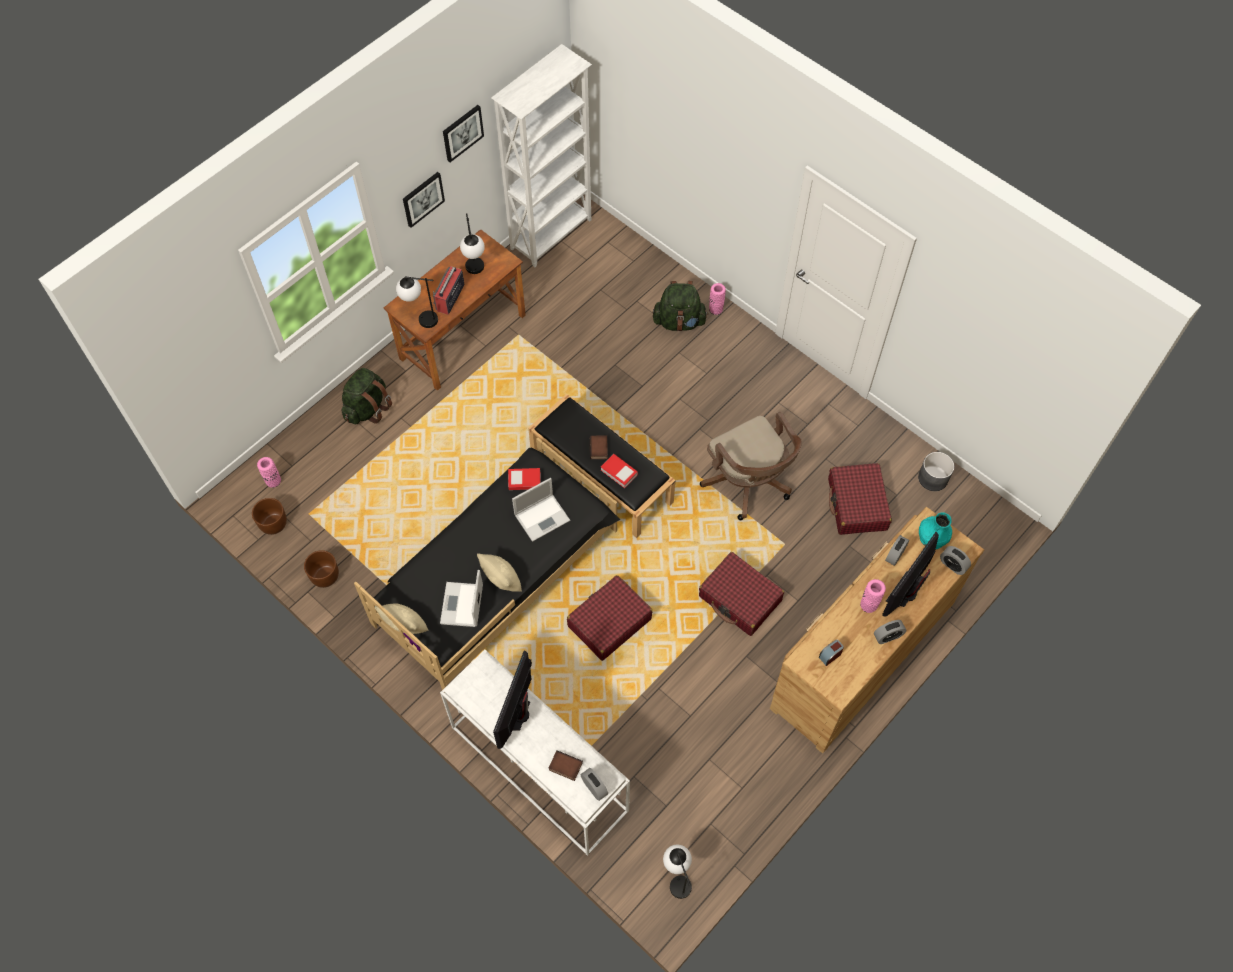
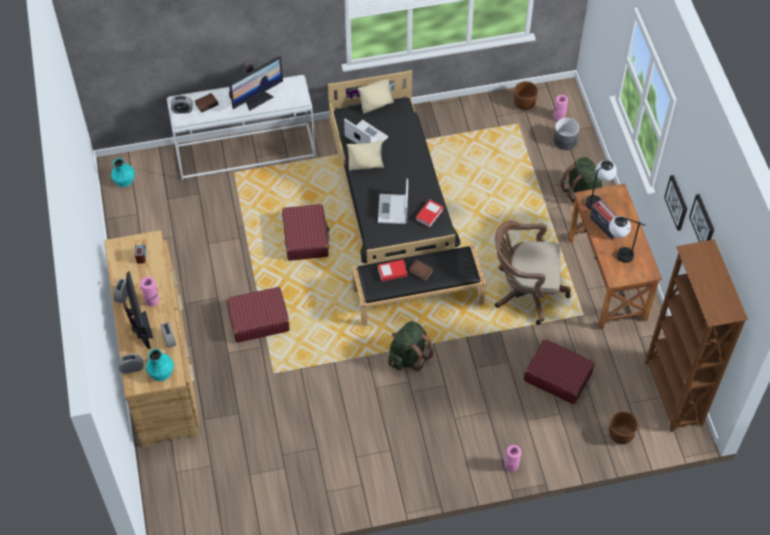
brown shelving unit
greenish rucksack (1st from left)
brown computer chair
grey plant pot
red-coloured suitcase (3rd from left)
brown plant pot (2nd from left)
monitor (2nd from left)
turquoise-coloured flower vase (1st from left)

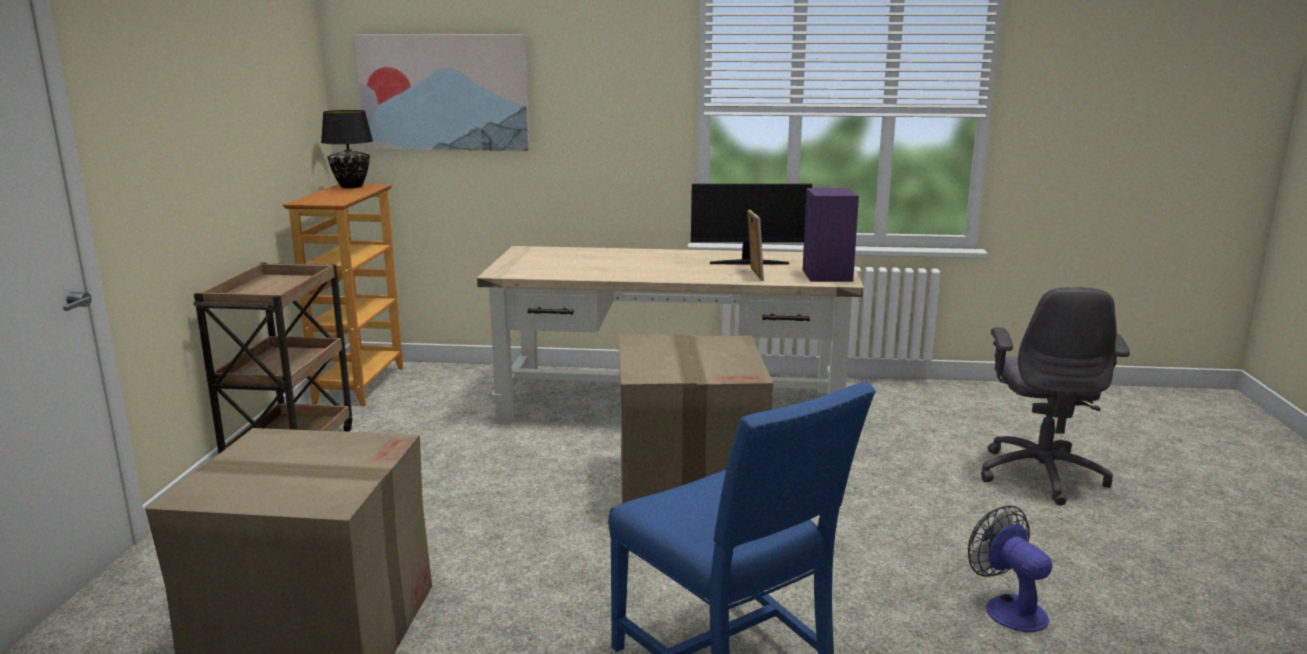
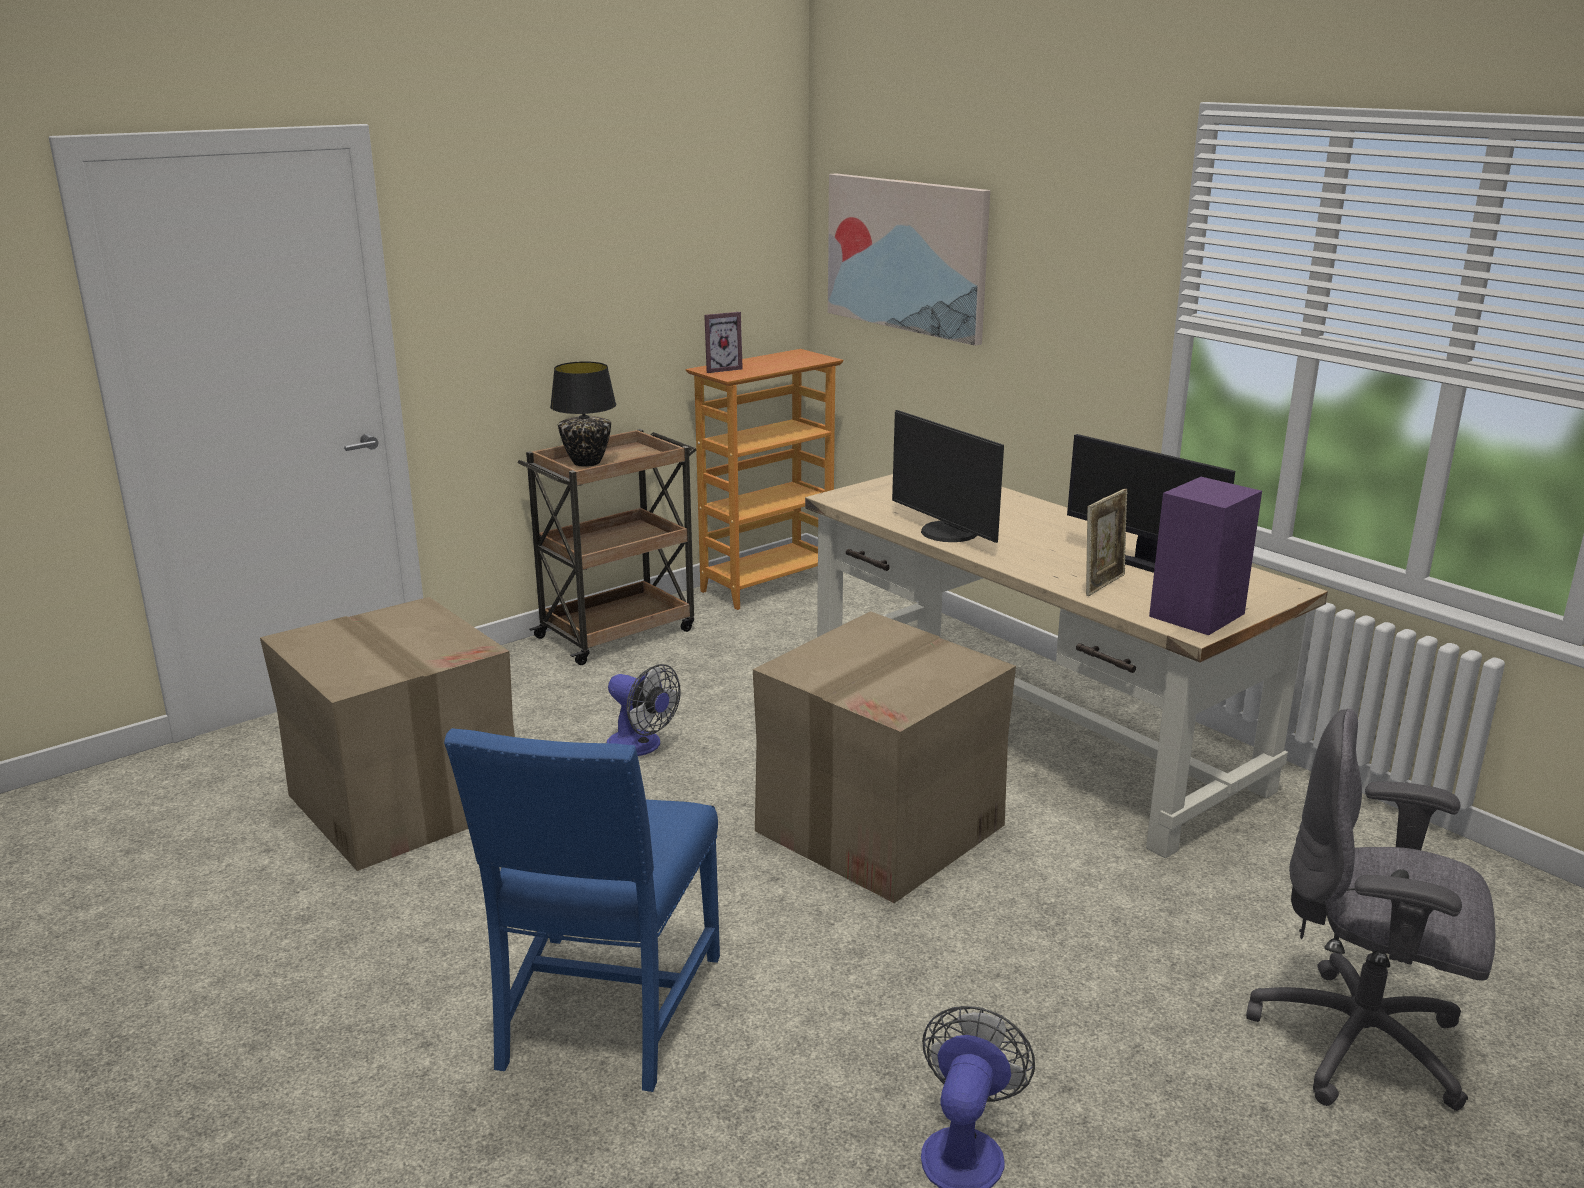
blackish lamp for a table
grey computer chair
standing frame (1st from left)
monitor (1st from left)
electric fan (1st from left)

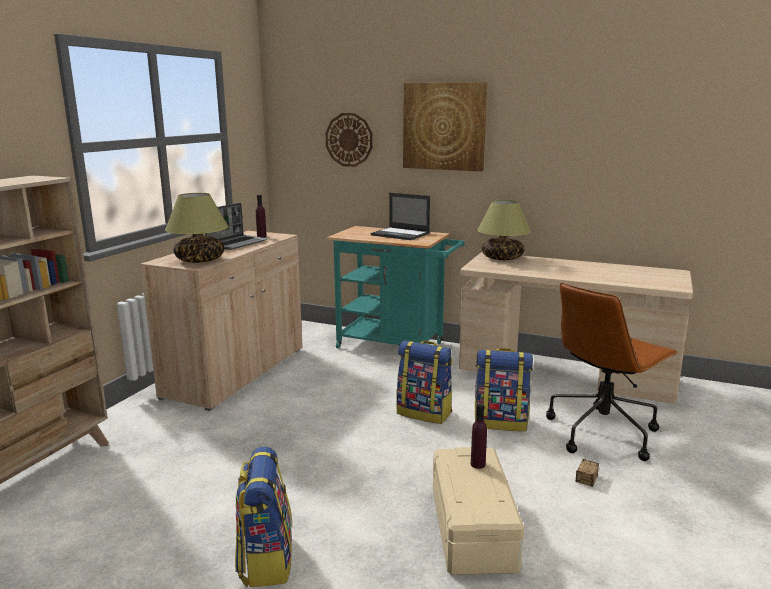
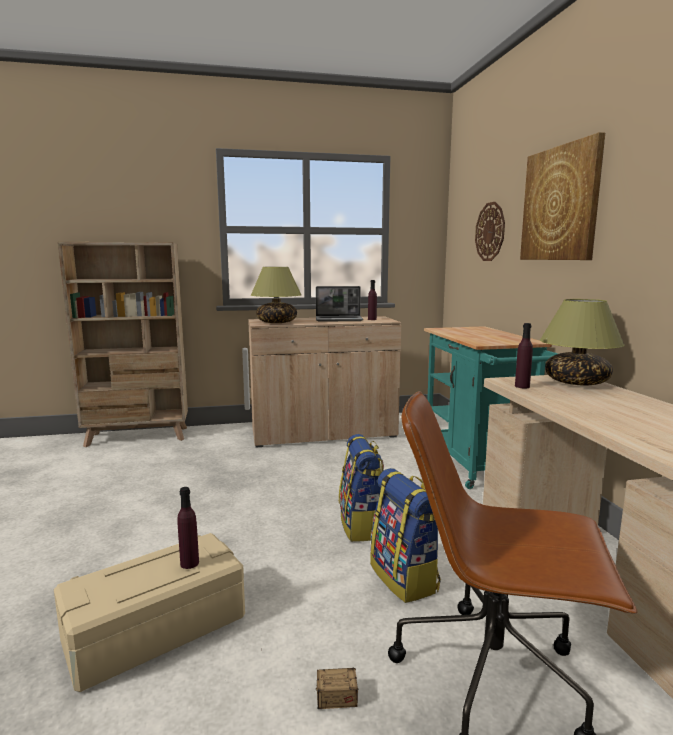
laptop (2nd from left in the first image)
rucksack (1st from left in the first image)
purple-coloured drink bottle (3rd from left)

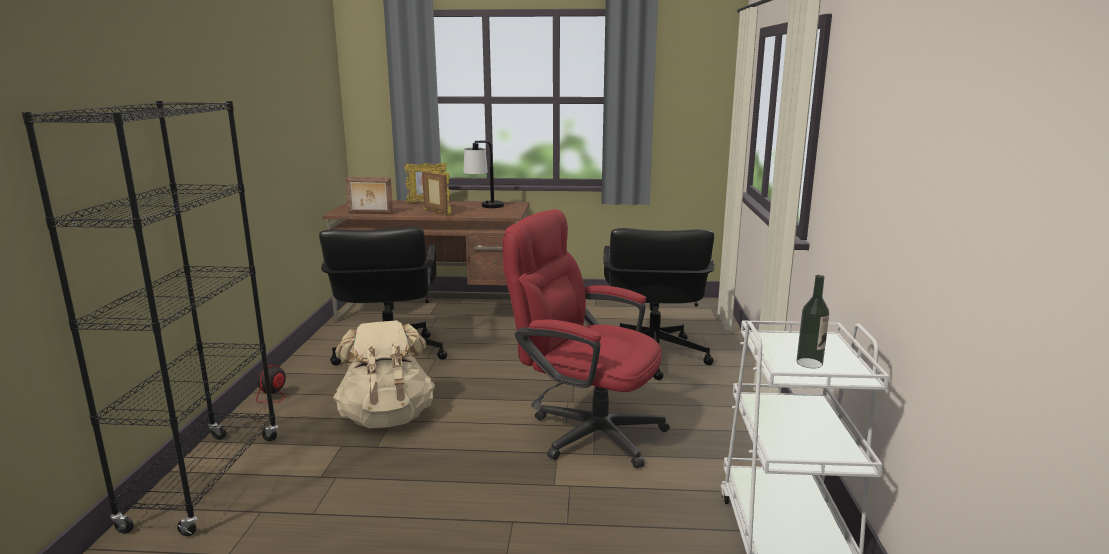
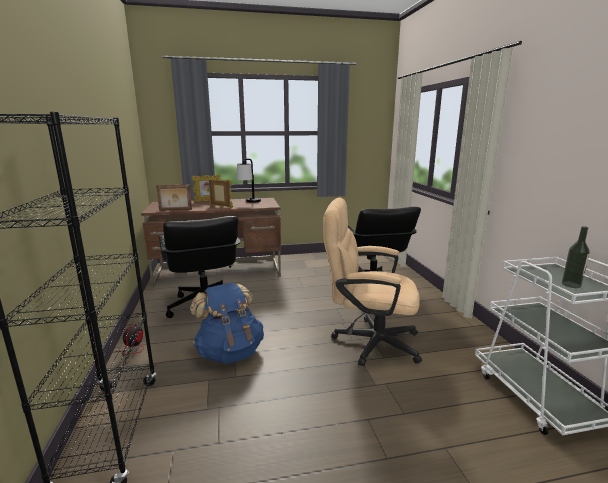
beige computer chair
bluish rucksack

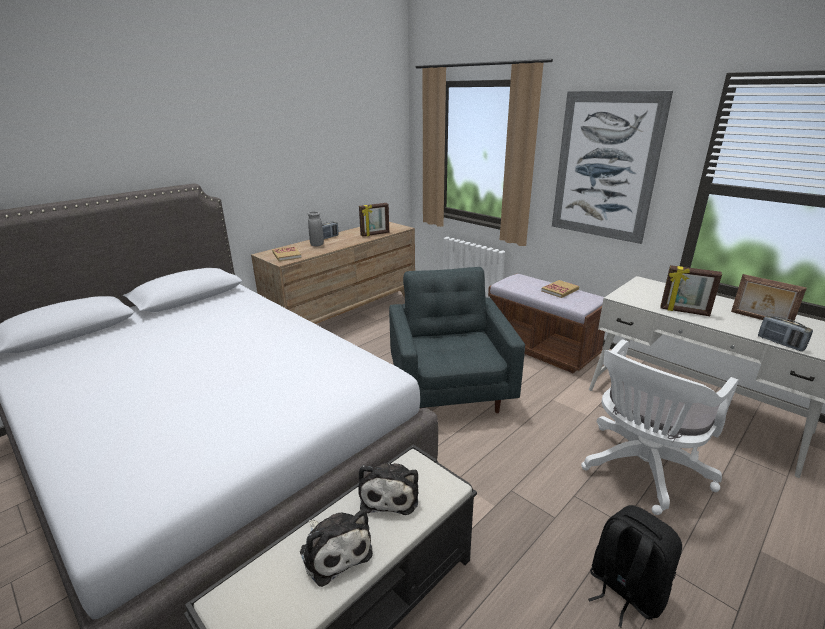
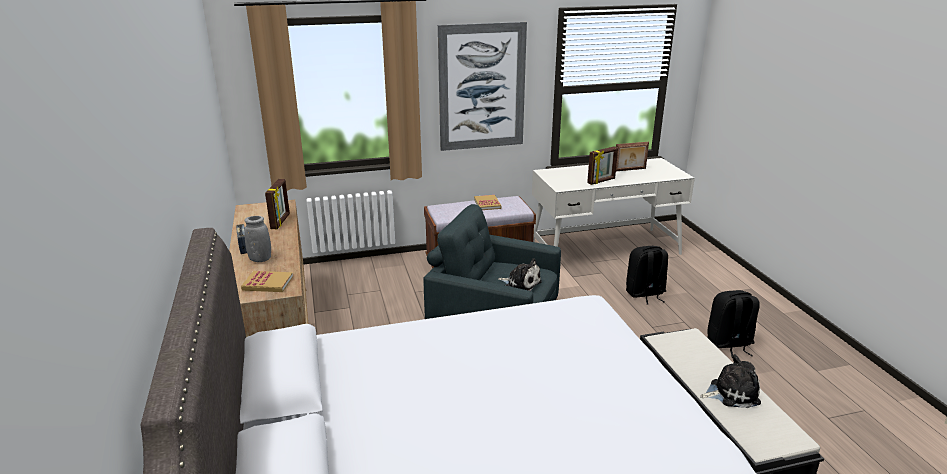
radio set (2nd from left in the first image)
blackish rucksack (1st from left)
cuddly toy (1st from left)

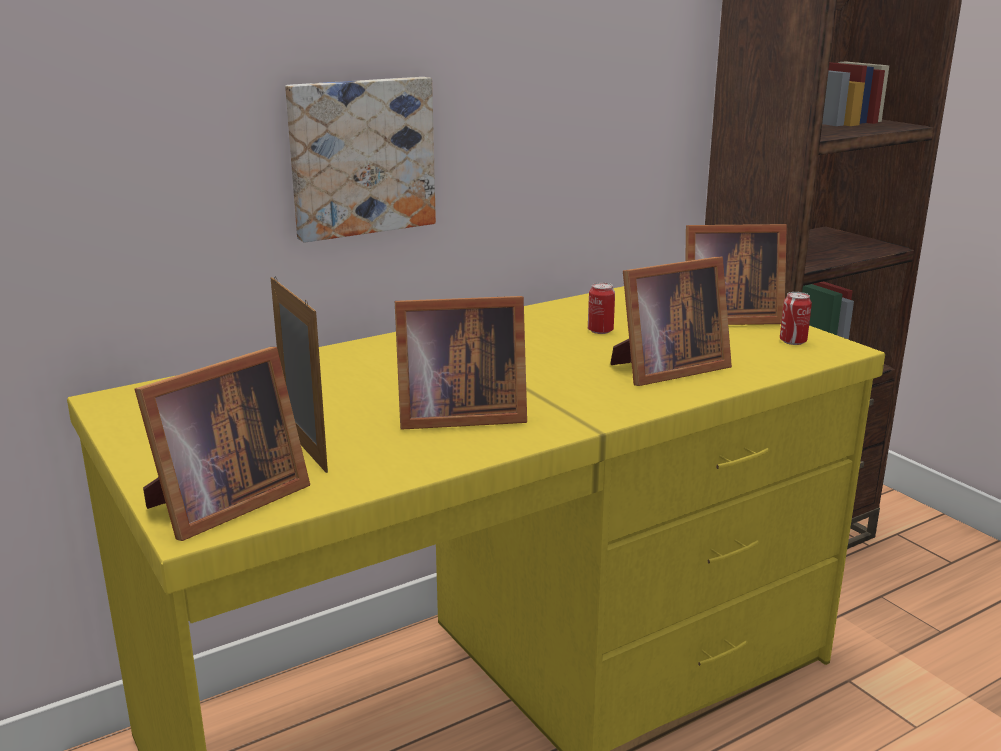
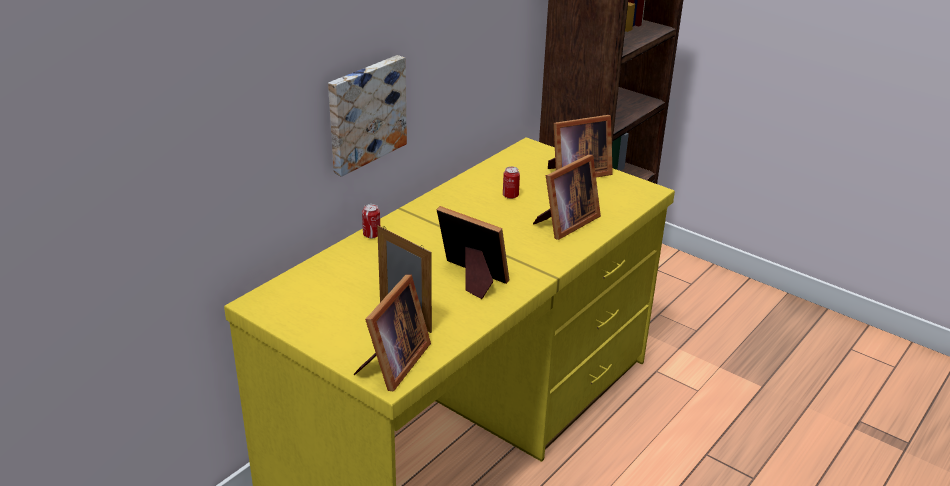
metal can (1st from left)
standing frame (3rd from left)

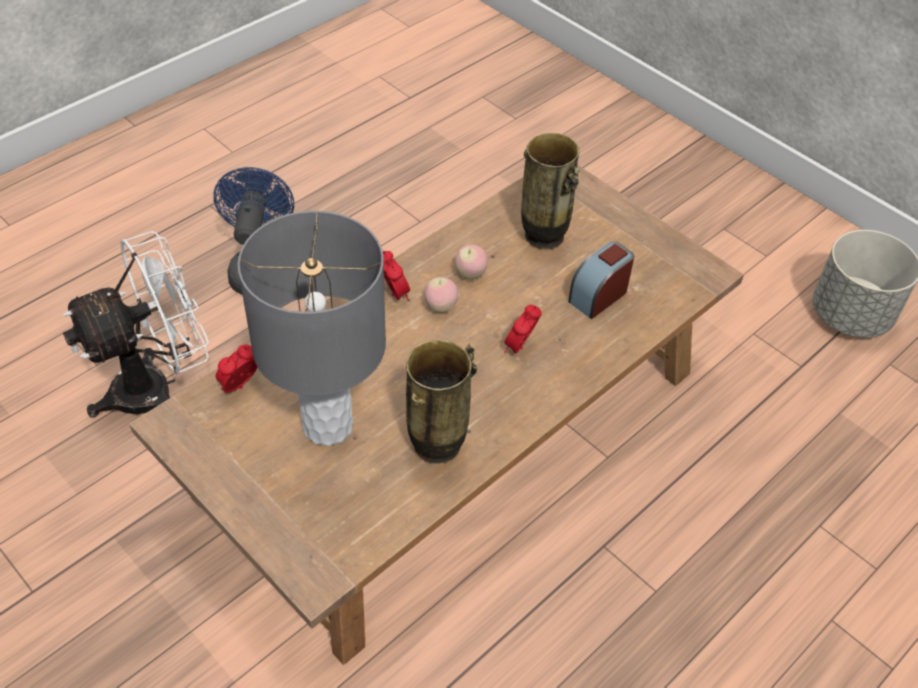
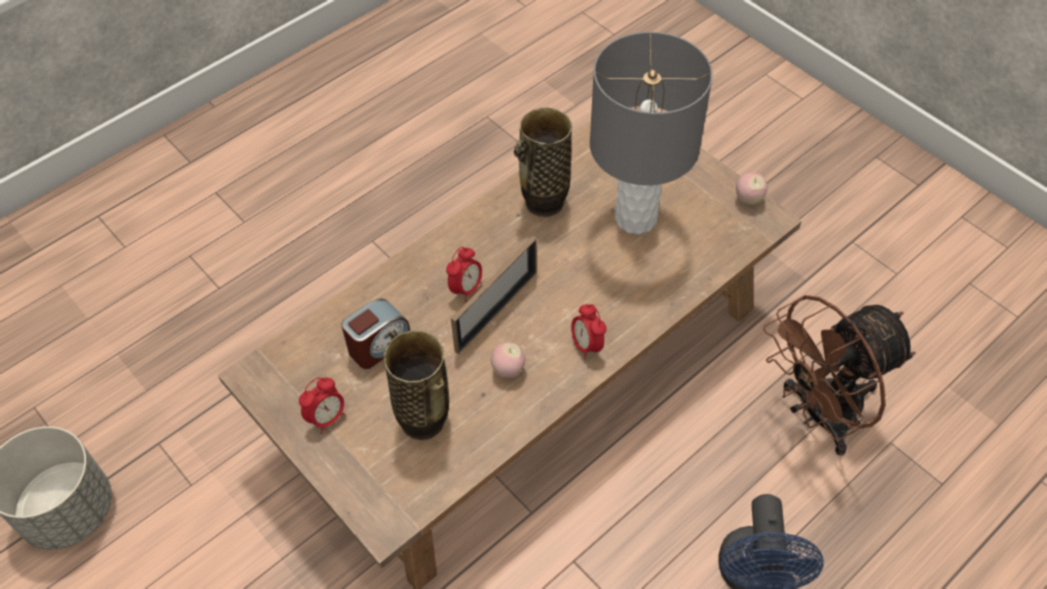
brown electric fan
apple fruit (2nd from left)
table clock (1st from left)
standing frame

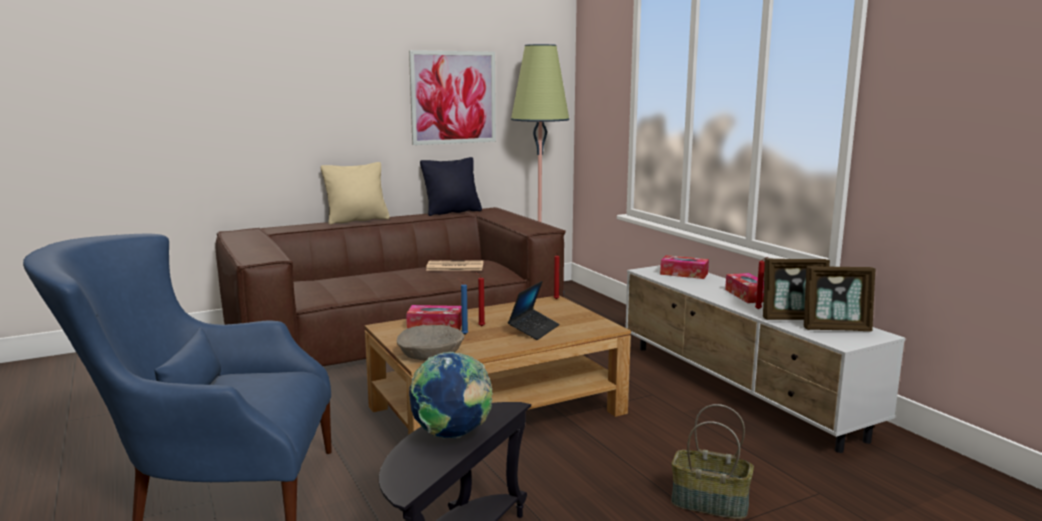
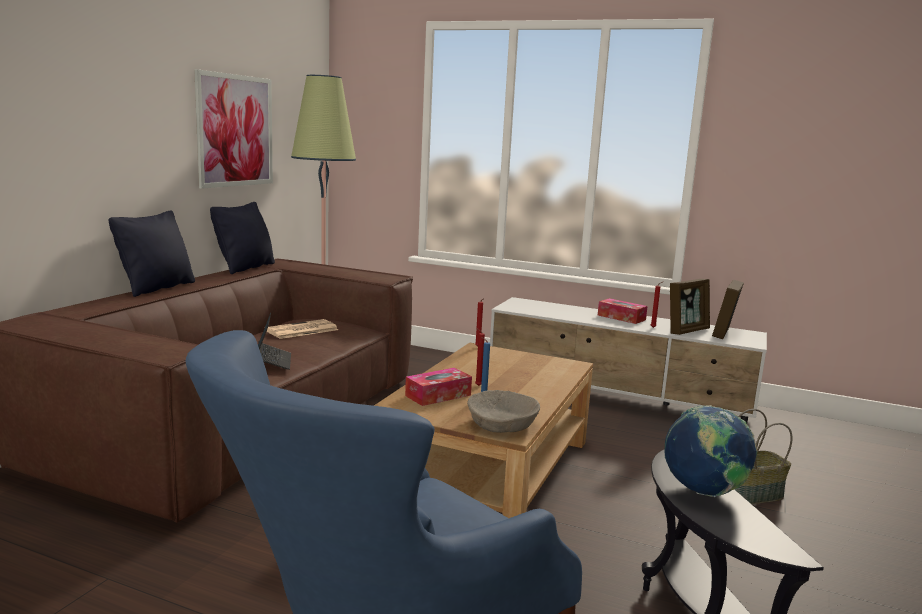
blackish pillow (1st from left)
box of tissues (2nd from left in the first image)
standing frame (2nd from left)
laptop

